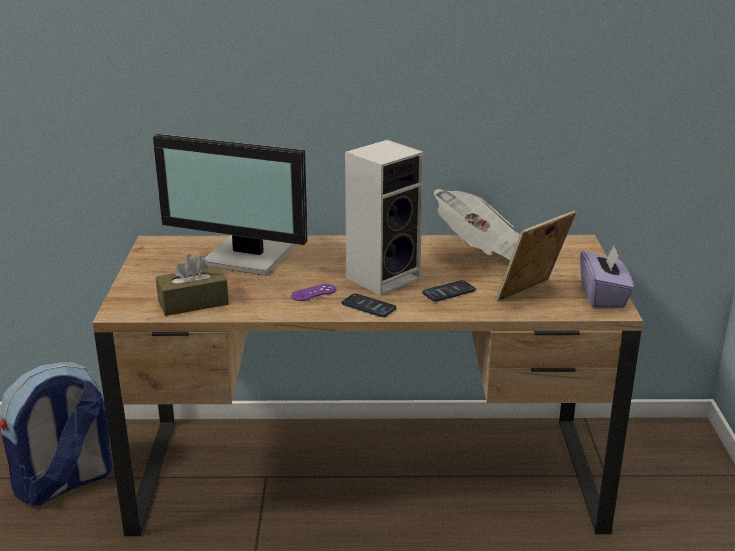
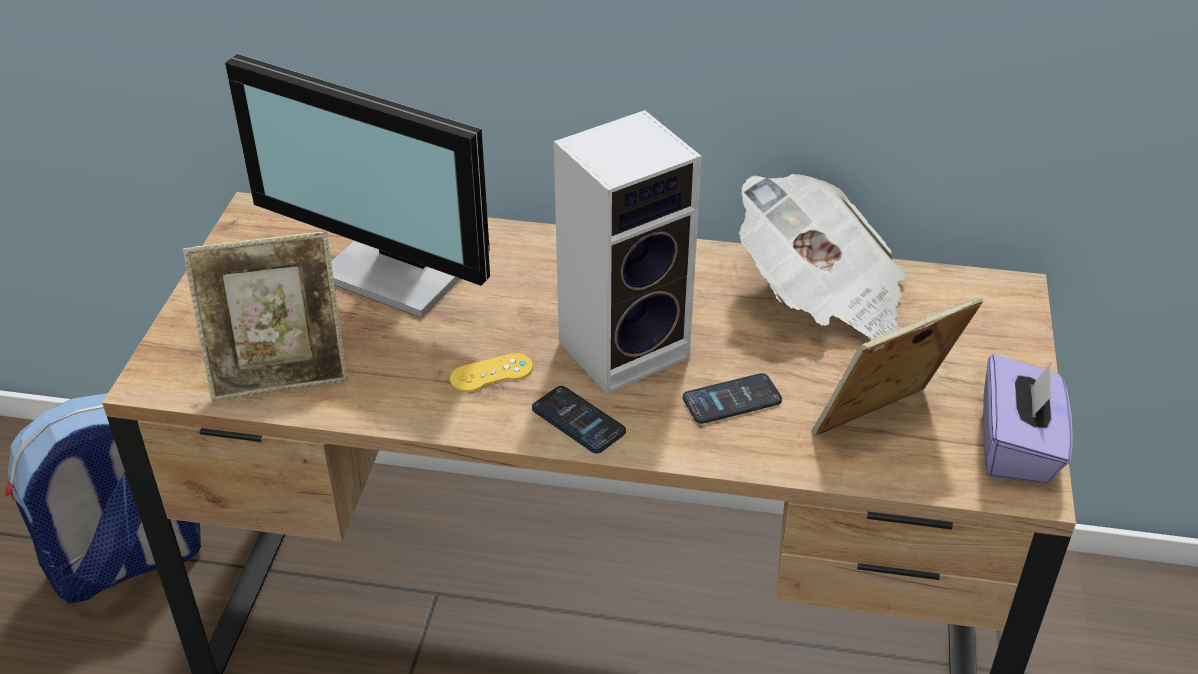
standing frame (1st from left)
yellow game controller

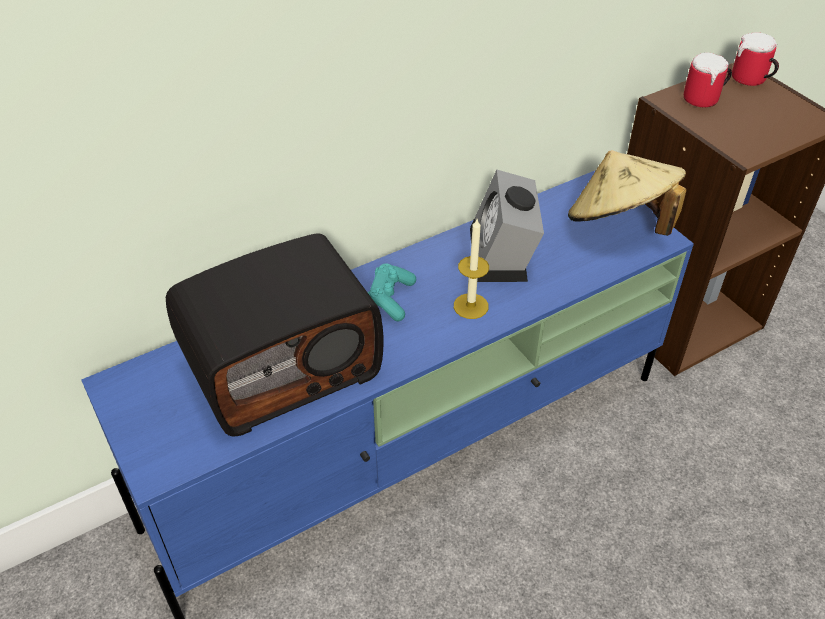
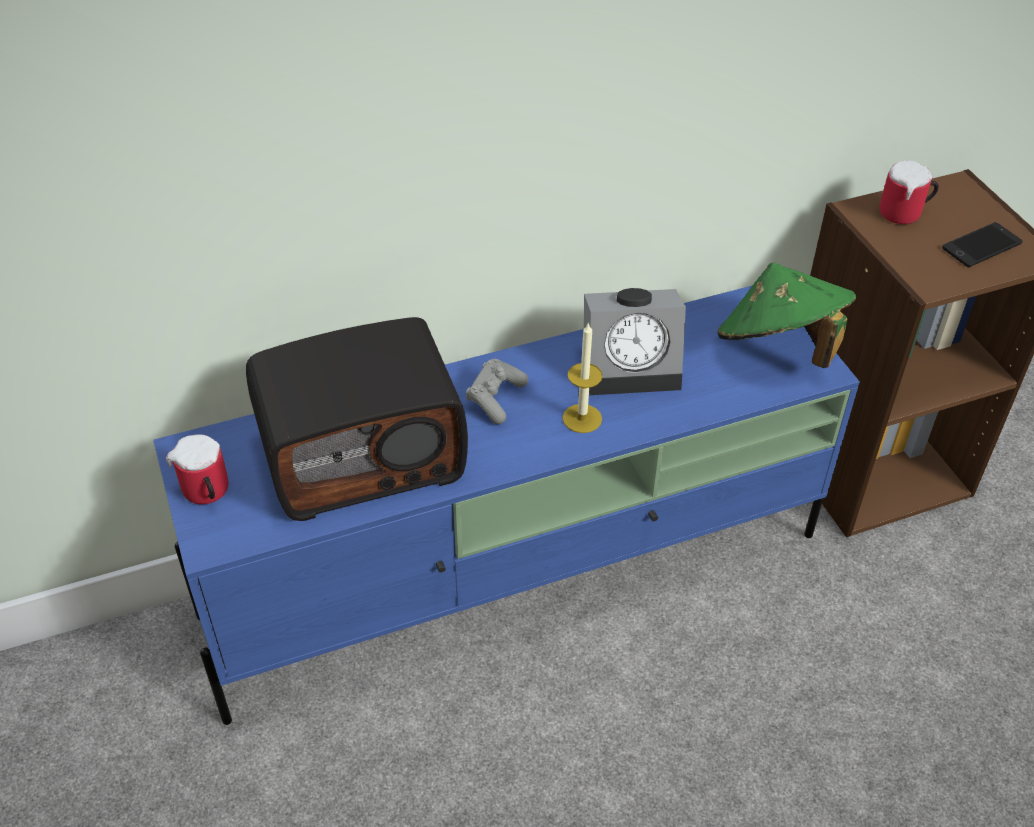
mug (1st from left)
greenish wearable hat
table clock
grey game controller
phone

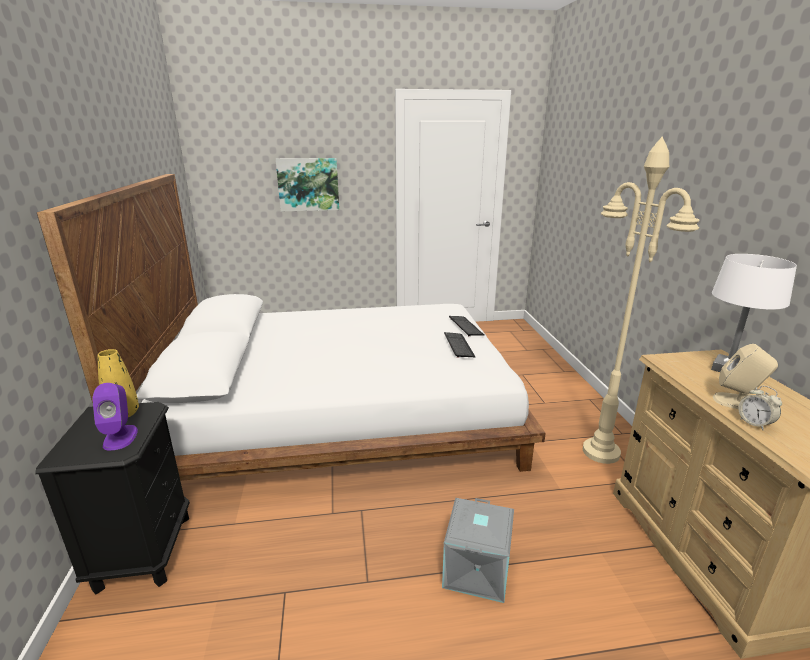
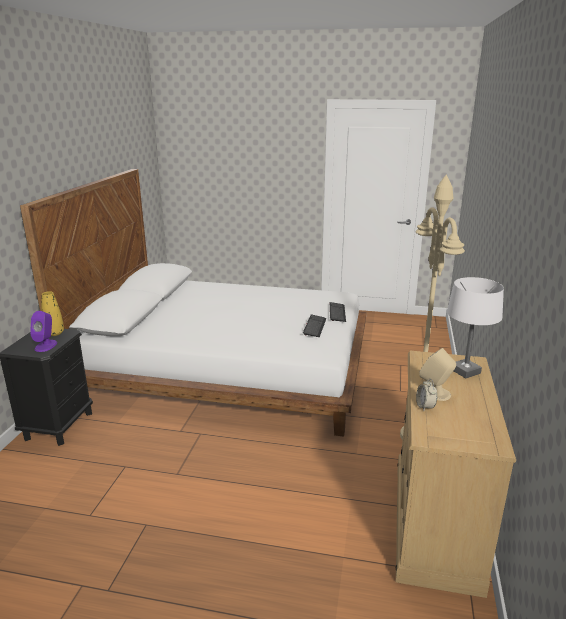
wall picture
grey storage container

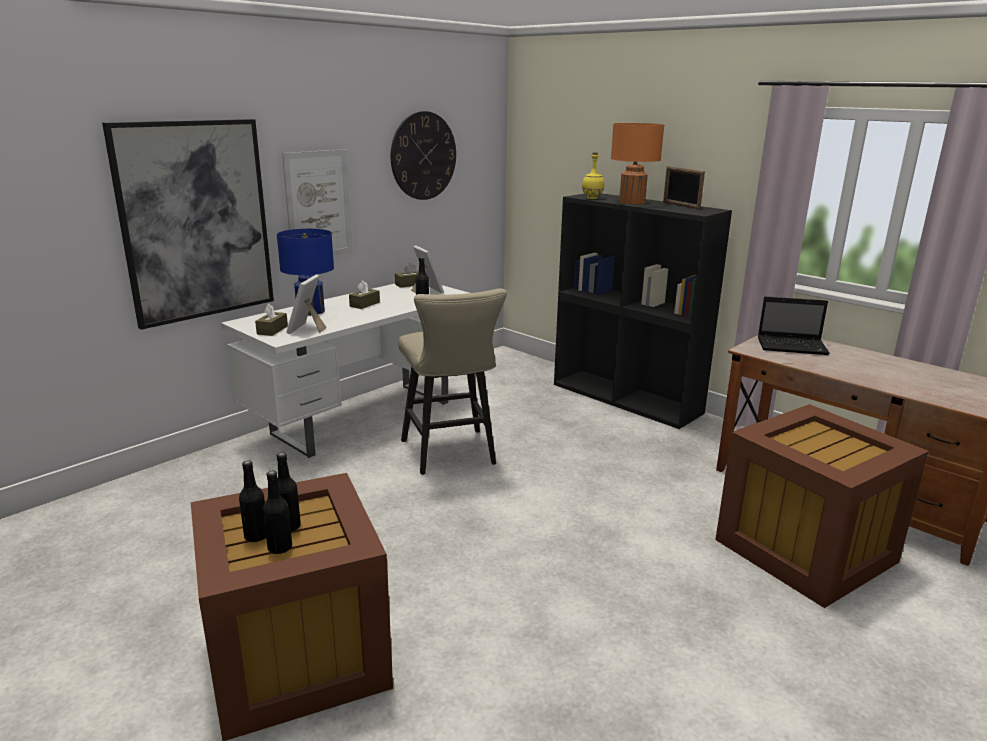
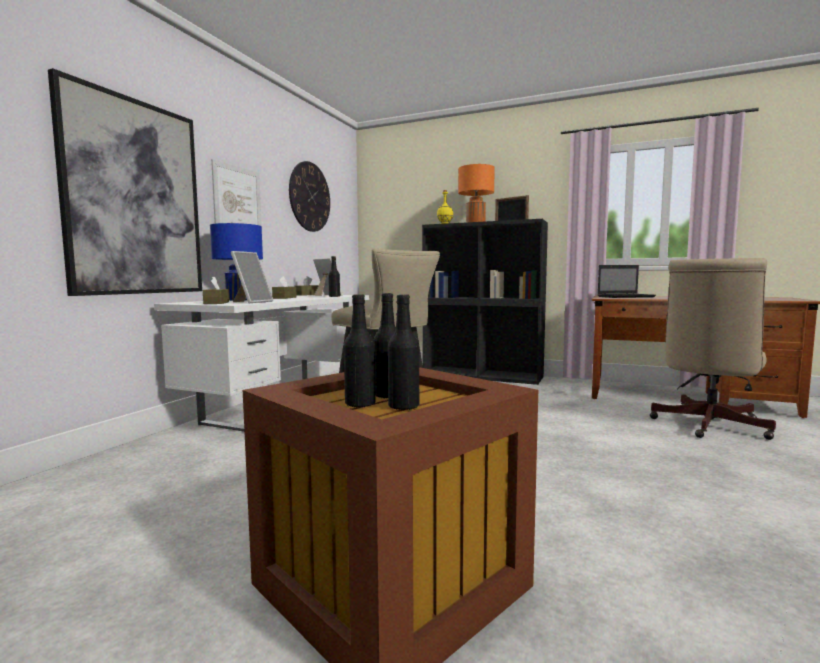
standing frame (1st from left)
beige computer chair

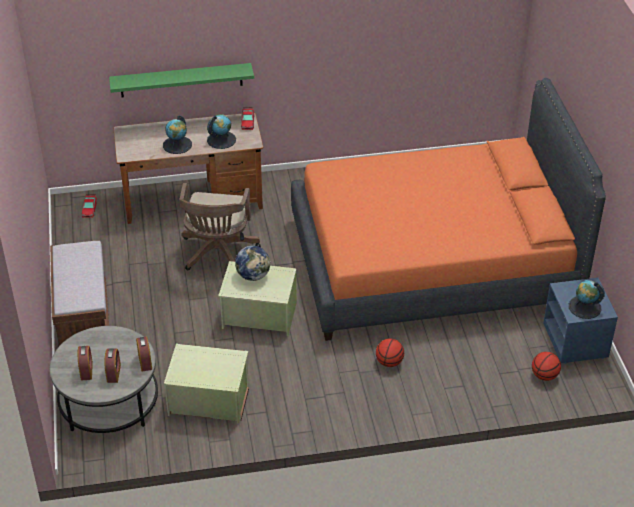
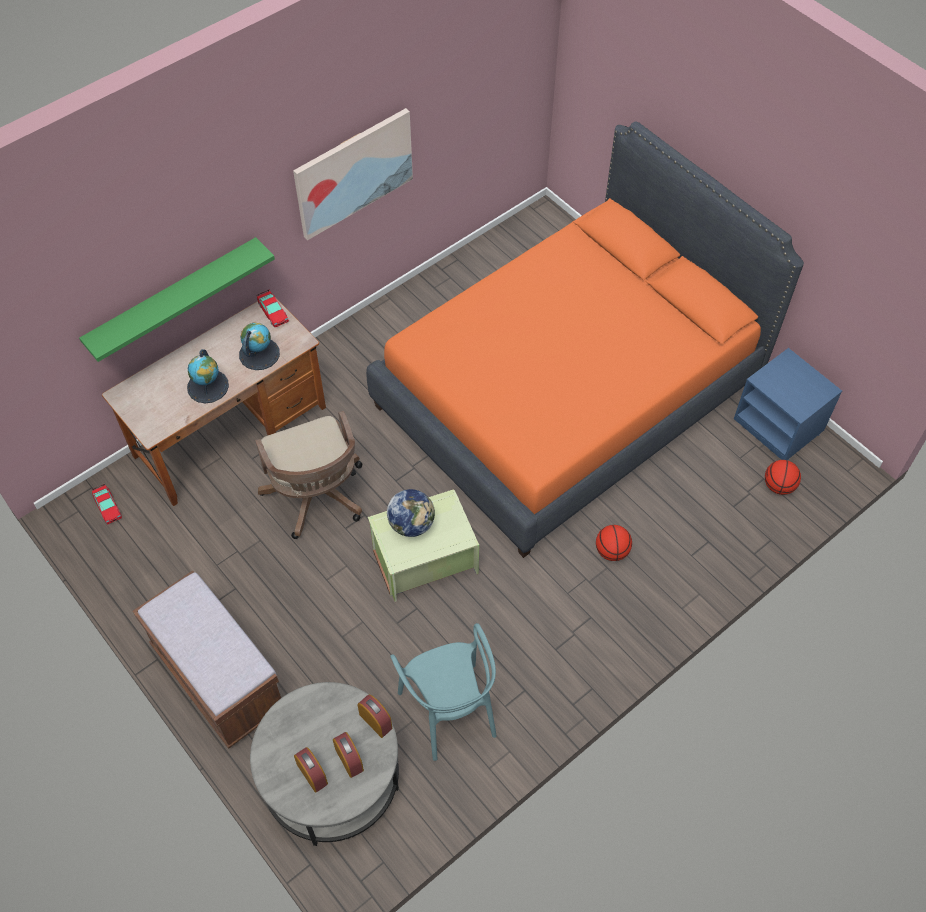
world globe (4th from left in the first image)
turquoise-coloured chair
wall picture

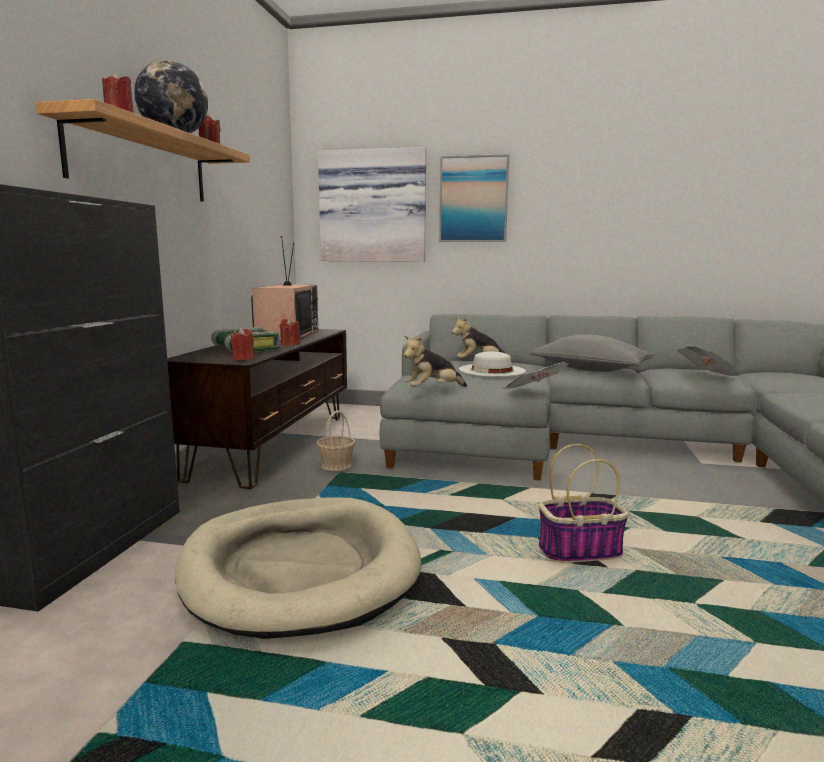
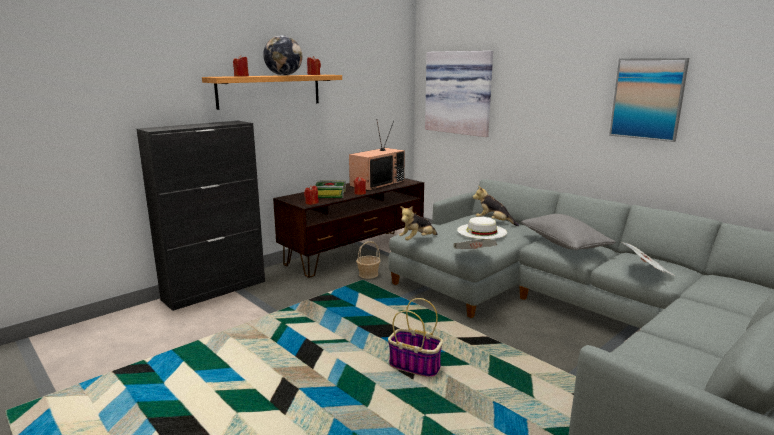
wall picture (2nd from left)
cuddly toy (1st from left)
beige dog cushion

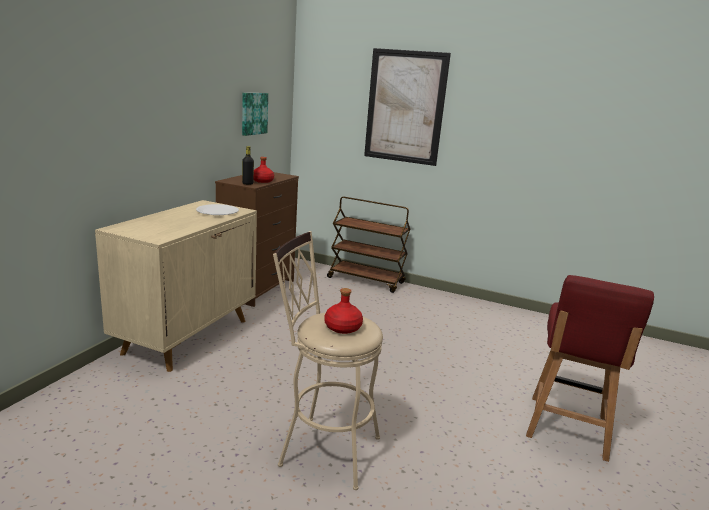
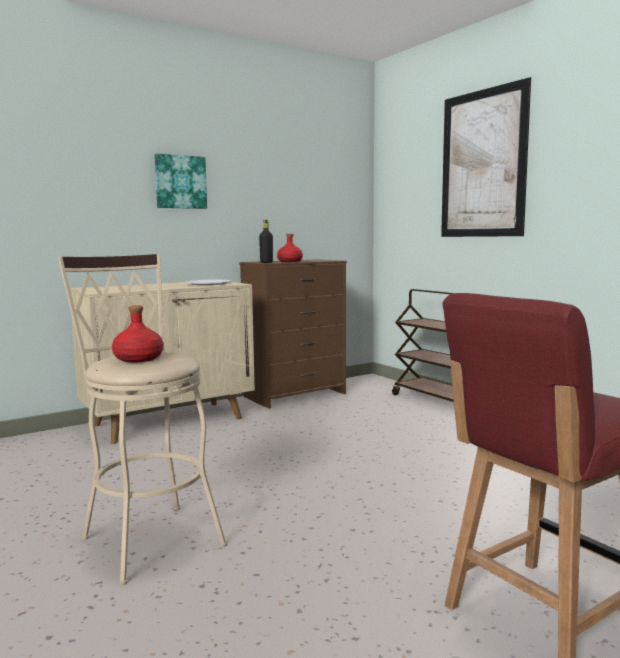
wall picture (1st from left)

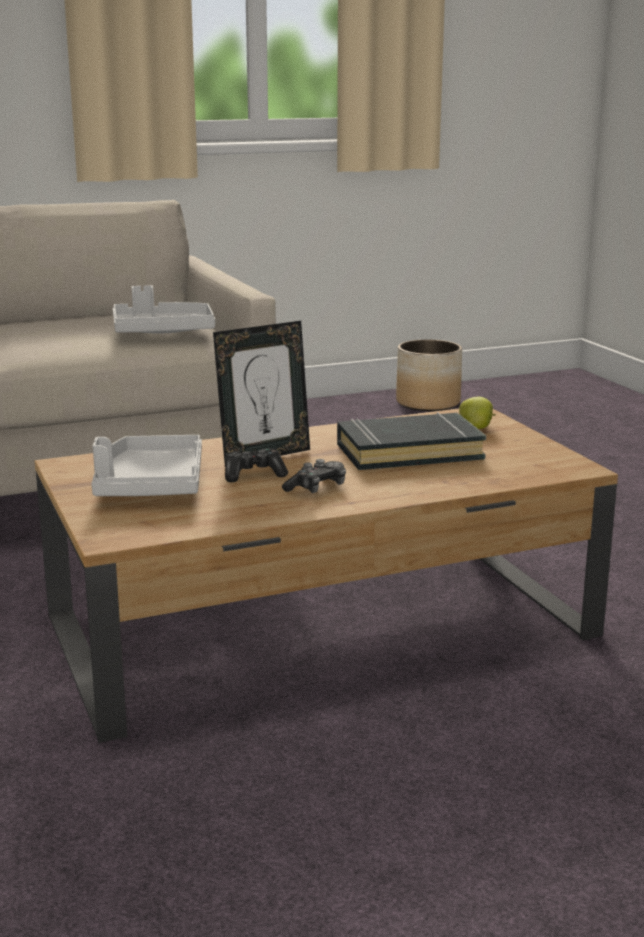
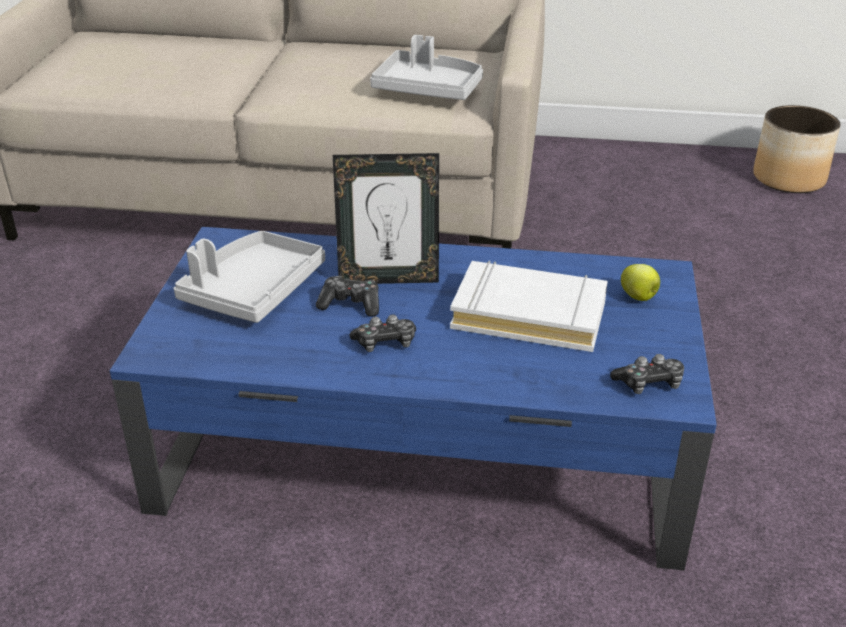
bluish lounge table
whitish bound book
game controller (3rd from left)

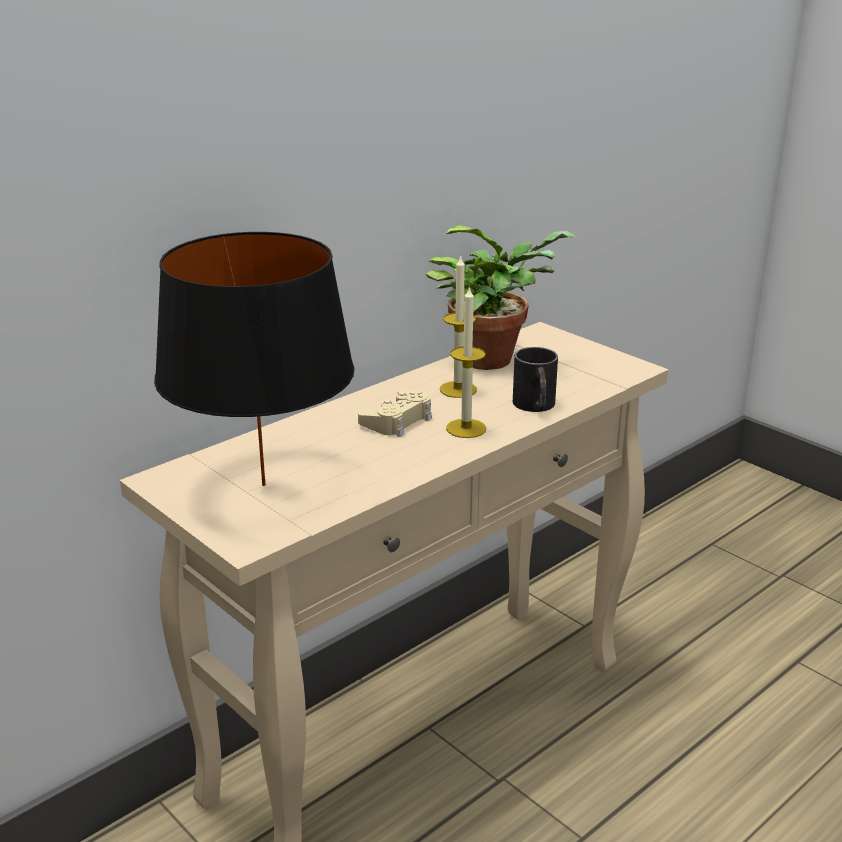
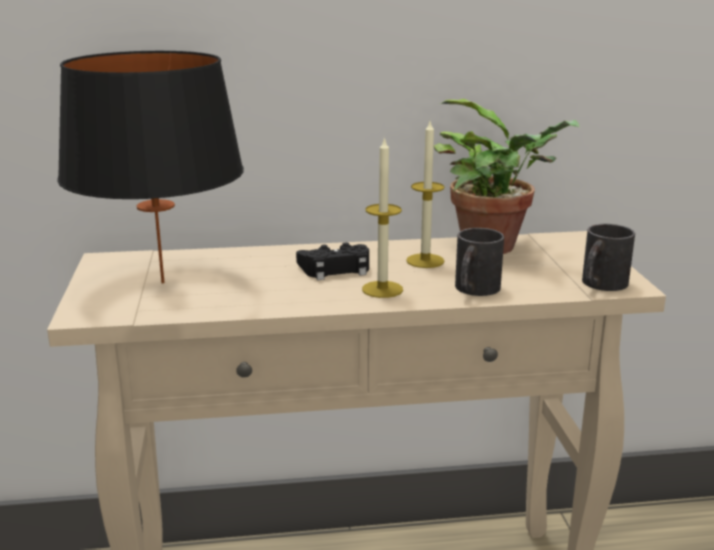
blackish game controller
blackish mug (2nd from left)

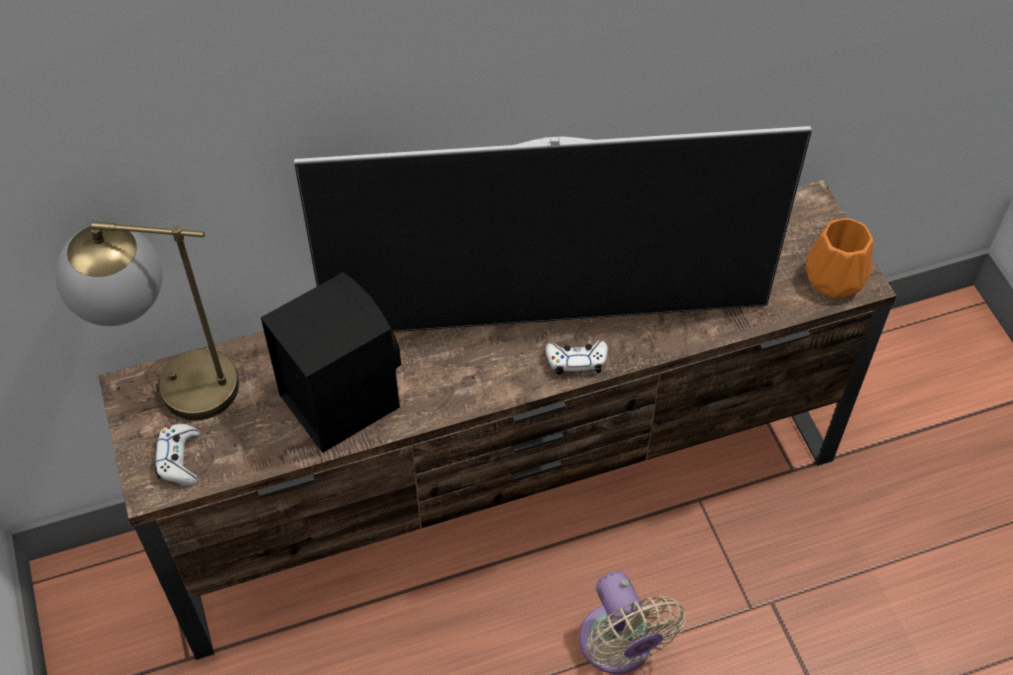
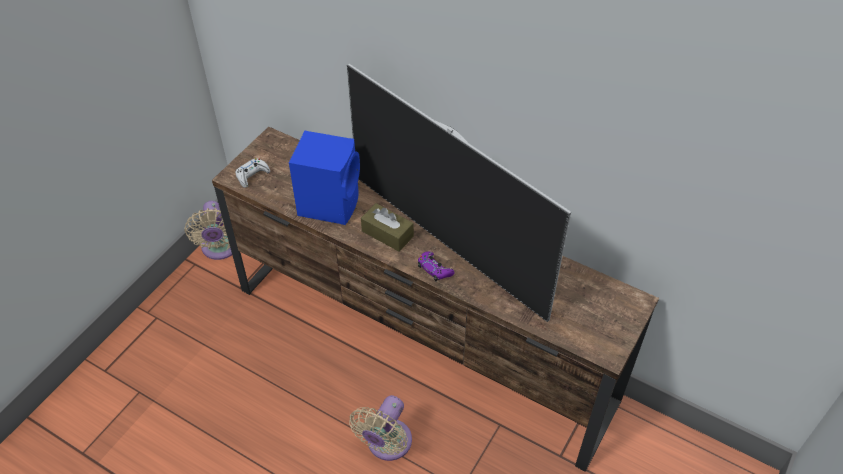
orangey flower vase
lamp for a table
bluish audio speaker
purple-coloured game controller
beige electric fan (1st from left)
brown box of tissues

